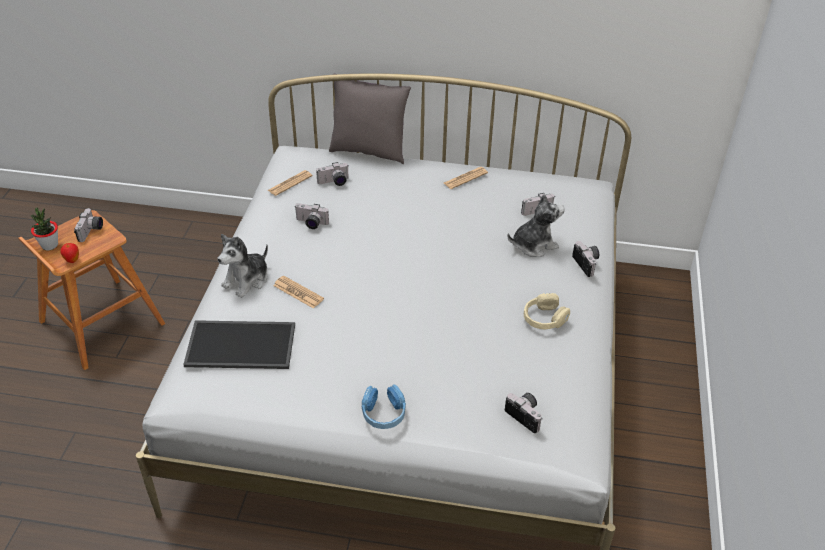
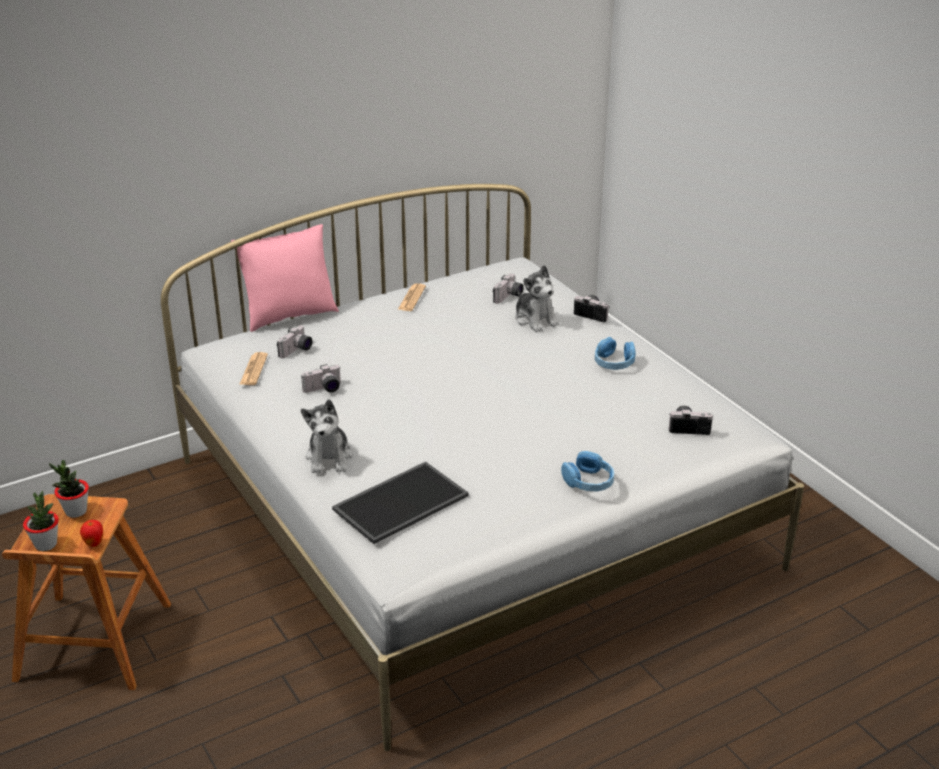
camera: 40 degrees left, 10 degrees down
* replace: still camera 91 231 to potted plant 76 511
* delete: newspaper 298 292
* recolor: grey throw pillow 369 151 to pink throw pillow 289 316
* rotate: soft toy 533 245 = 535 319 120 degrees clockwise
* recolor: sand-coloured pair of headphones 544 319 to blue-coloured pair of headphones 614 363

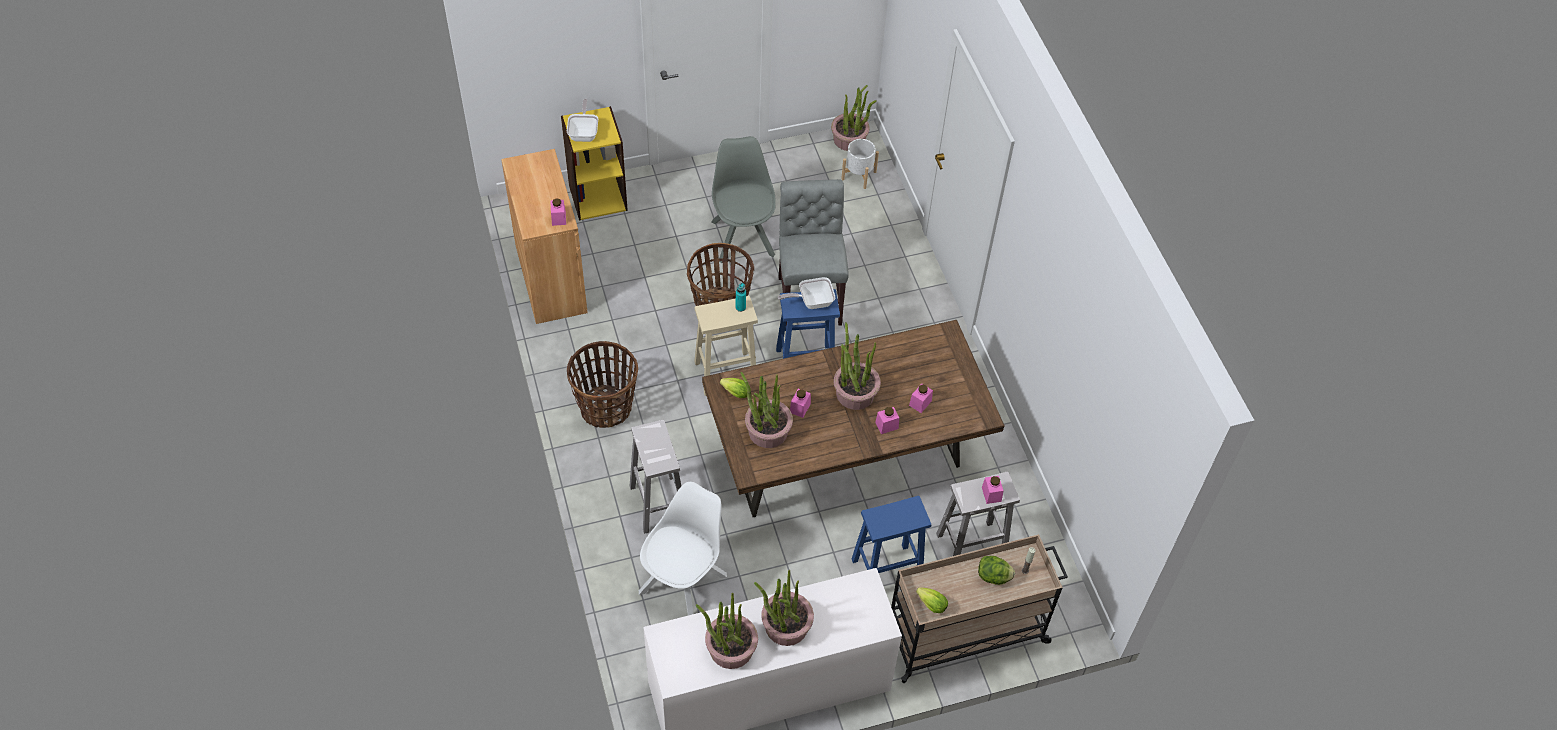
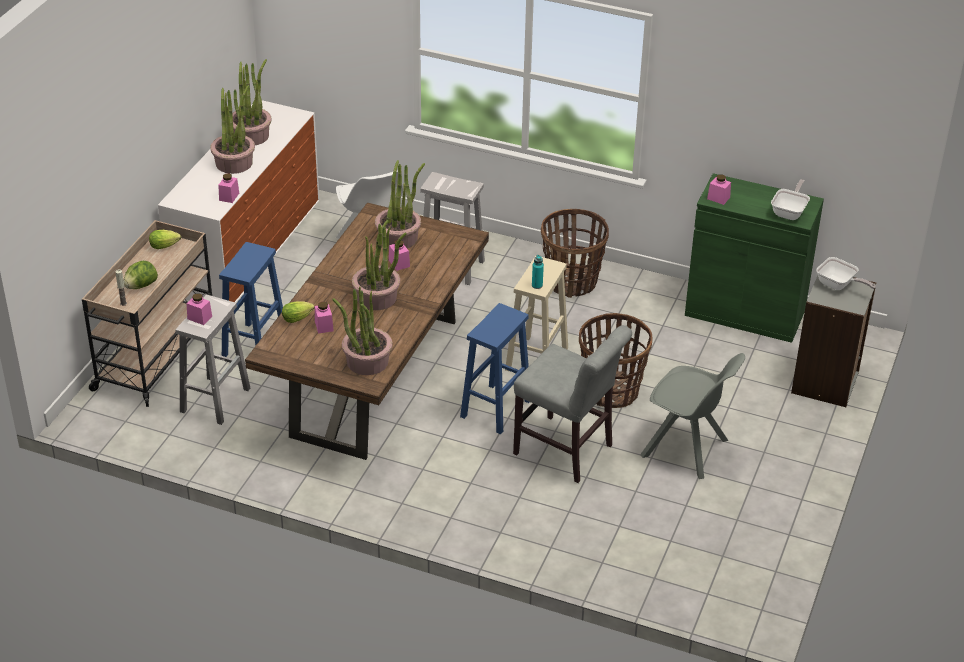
camera: 130 degrees right, 15 degrees down
* recolor: brown cupboard 551 279 to green-coloured cupboard 745 313
* recolor: yellowish bookshelf 598 197 to grey bookshelf 826 383
* move: lettuce head 734 392 to 299 318
* move: pan 812 301 to 790 212
* move: potted plant 849 139 to 367 361
* delete: white-coloured plant pot 858 175
* move: pink preserve jar 886 425 to 229 196

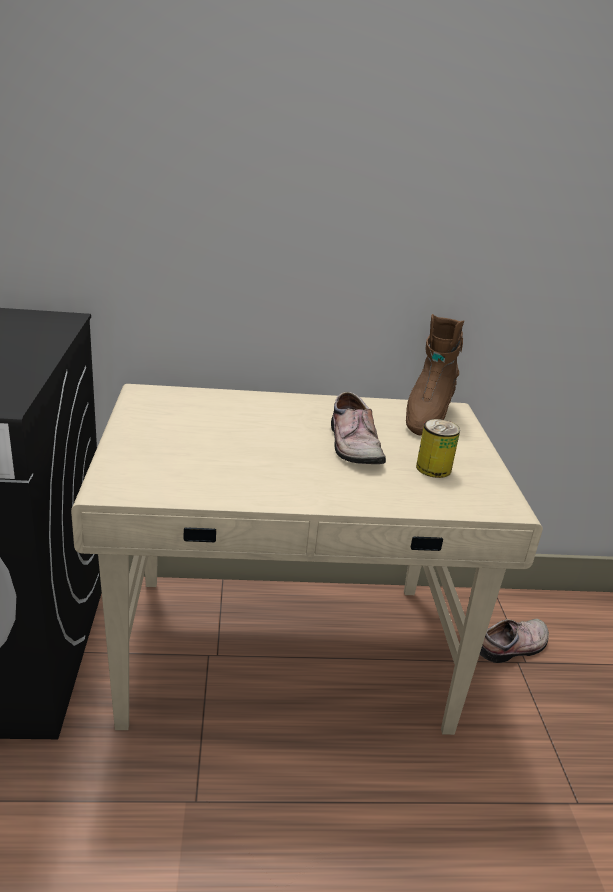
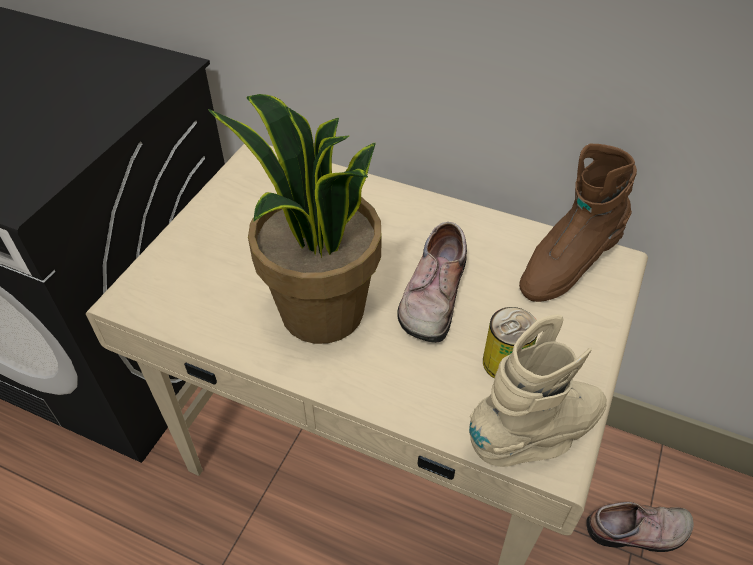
camera: 30 degrees right, 20 degrees up
* insert: potted plant 320 312
* insert: sand-coloured tall boot 536 435

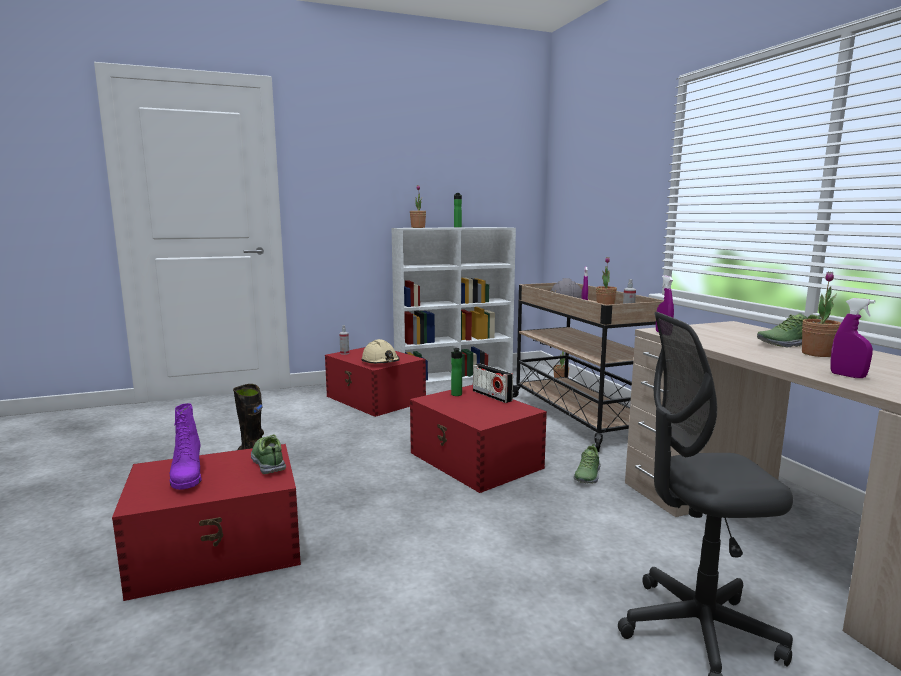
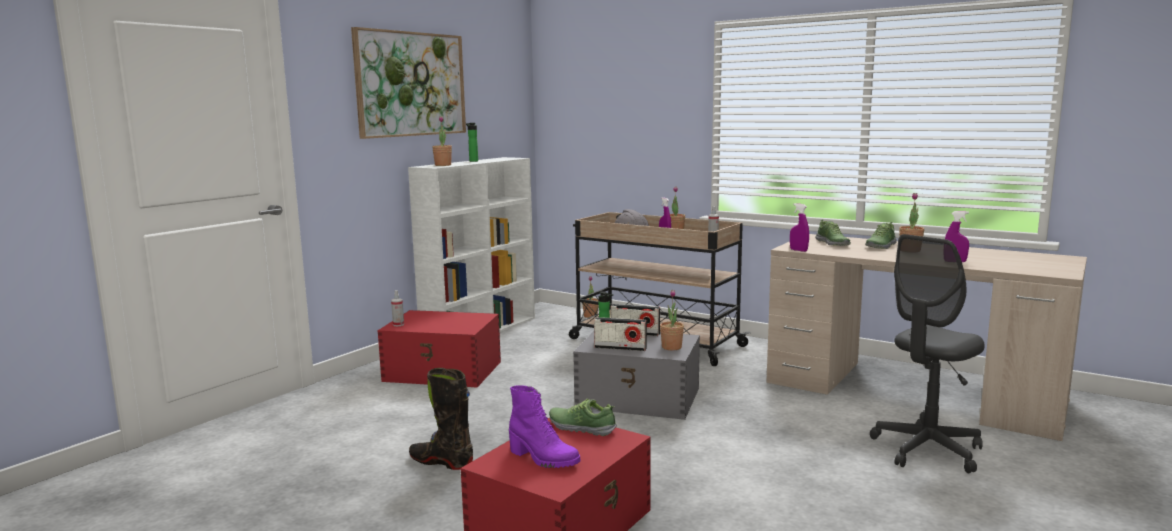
camera: 35 degrees left, 0 degrees up
* delete: sand-coloured hard hat 380 362
* recolor: reddish storage container 475 461 to grey storage container 639 398
* move: shoe 587 475 to 832 243
* insert: wall picture 411 84
* insert: radio set 620 348
* insert: potted plant 671 347

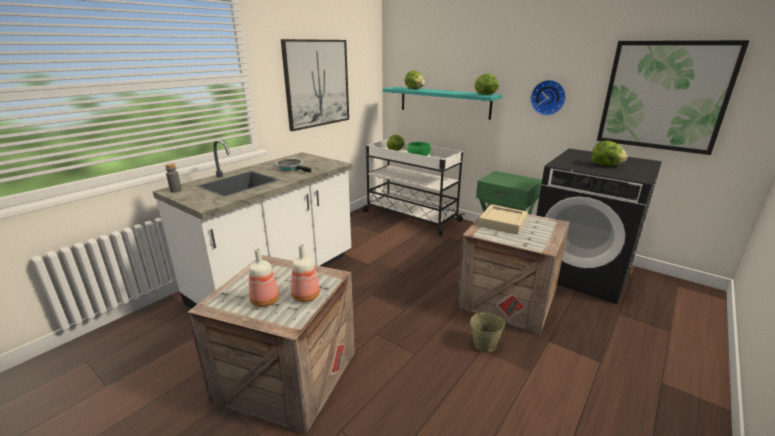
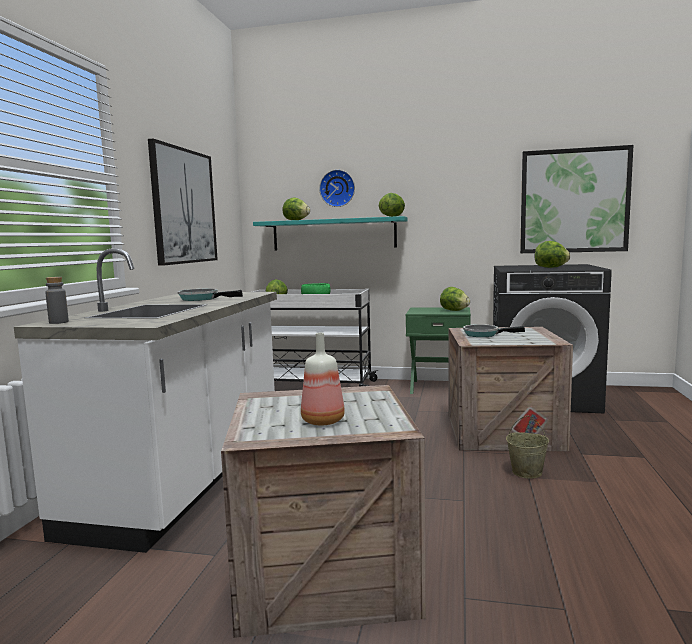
camera: 25 degrees left, 15 degrees down
* delete: drink bottle 305 297
* replace: sand-coloured tray 502 223 to pan 484 334
* move: wall clock 548 97 to 337 188
* insert: lettuce head 454 310

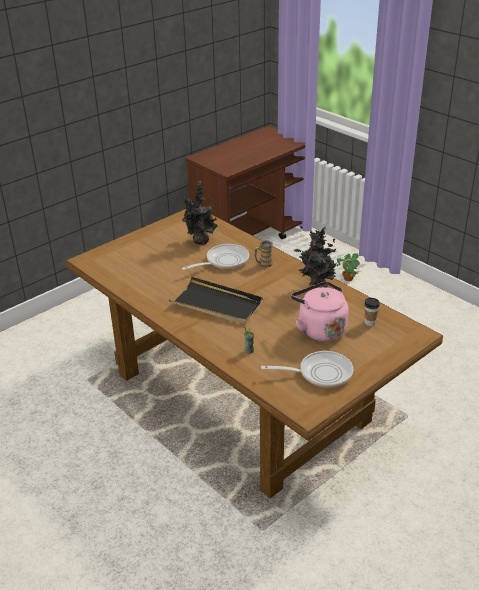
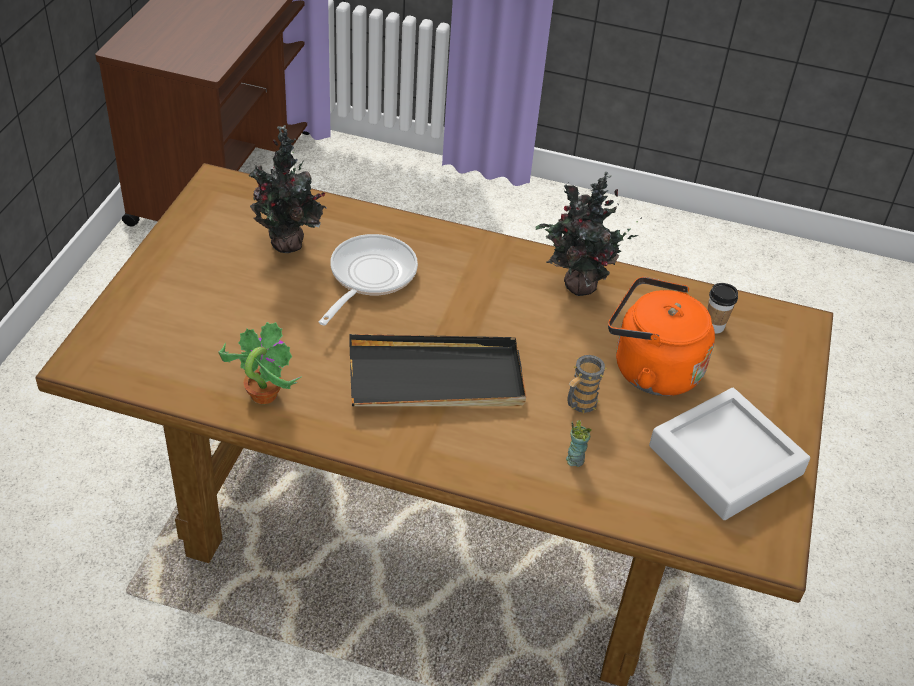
camera: 35 degrees left, 10 degrees up
* move: mug 263 264 to 579 405
* replace: pan 320 373 to grey tray 725 460
* recolor: pink kettle 319 329 to orangey kettle 650 369
* move: potted plant 348 278 to 262 394

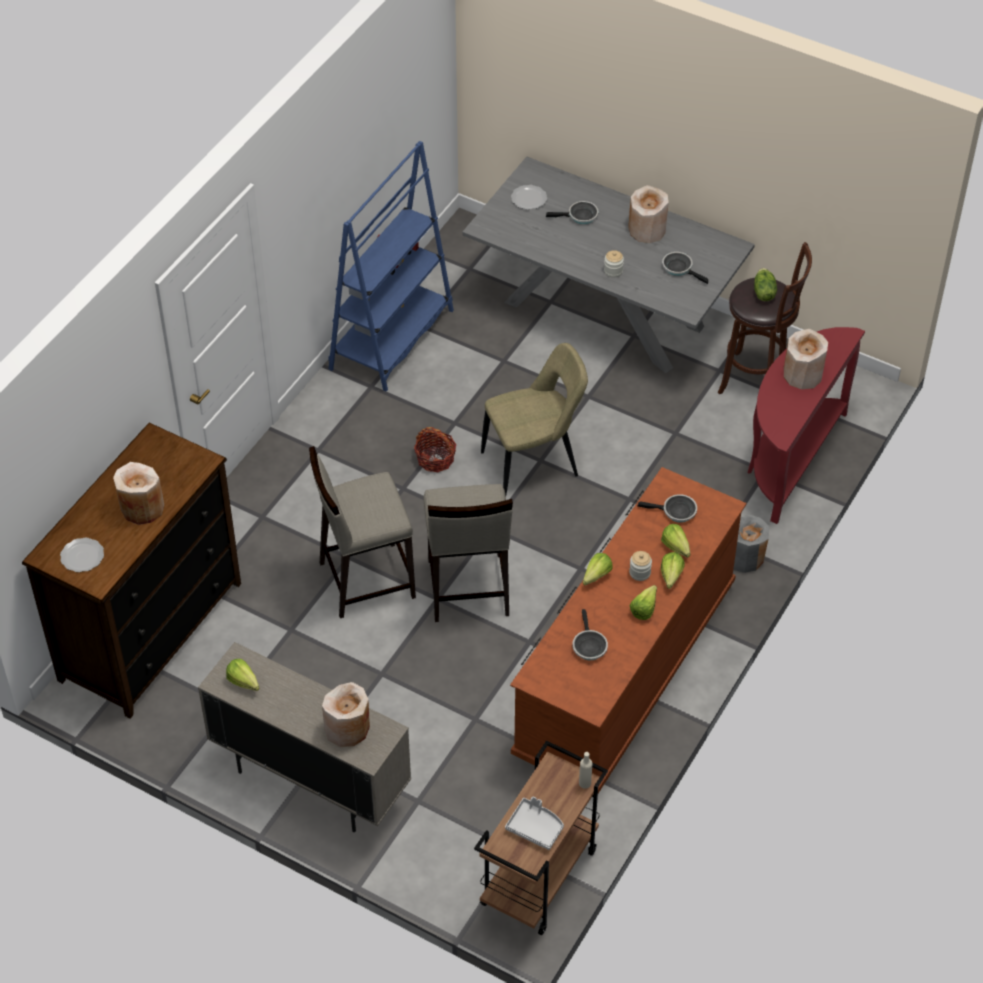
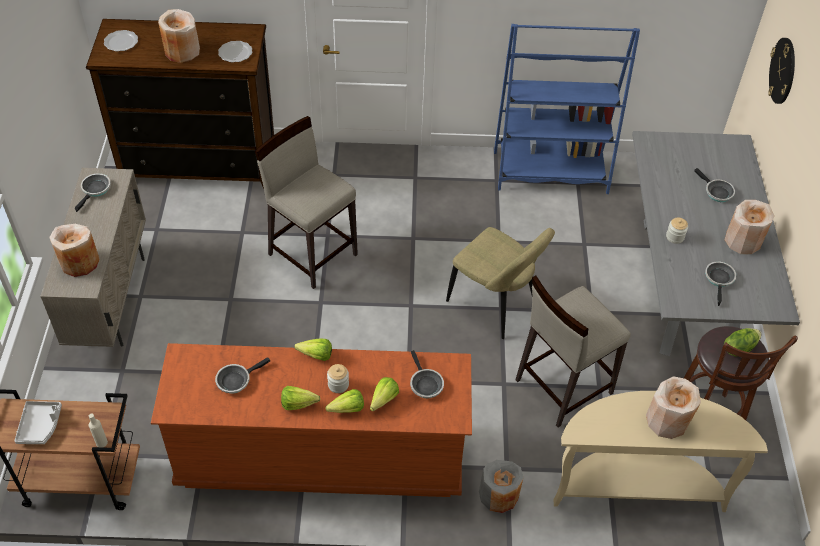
camera: 60 degrees right, 0 degrees up
* replace: lettuce head 245 684 to pan 95 190
* delete: basket 435 459
* move: sand-coloured stool 467 588 to 562 386
* move: flat dish 529 199 to 235 53
* recolor: reddish narrow table 790 458 to sand-coloured narrow table 637 486
* insert: wall clock 783 70

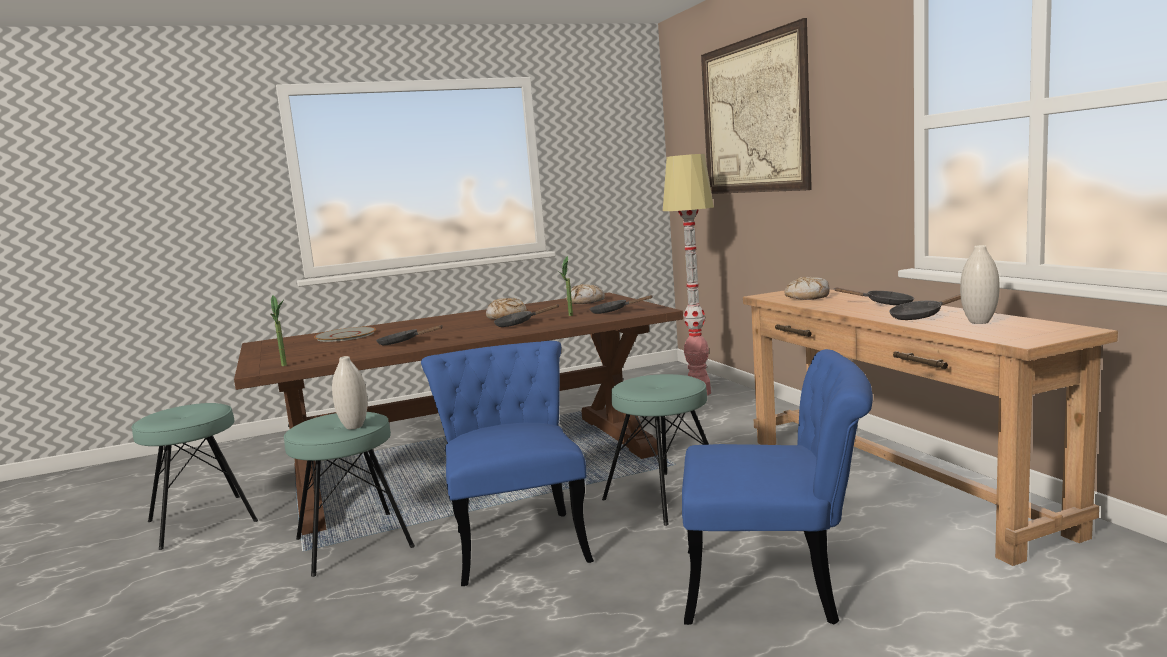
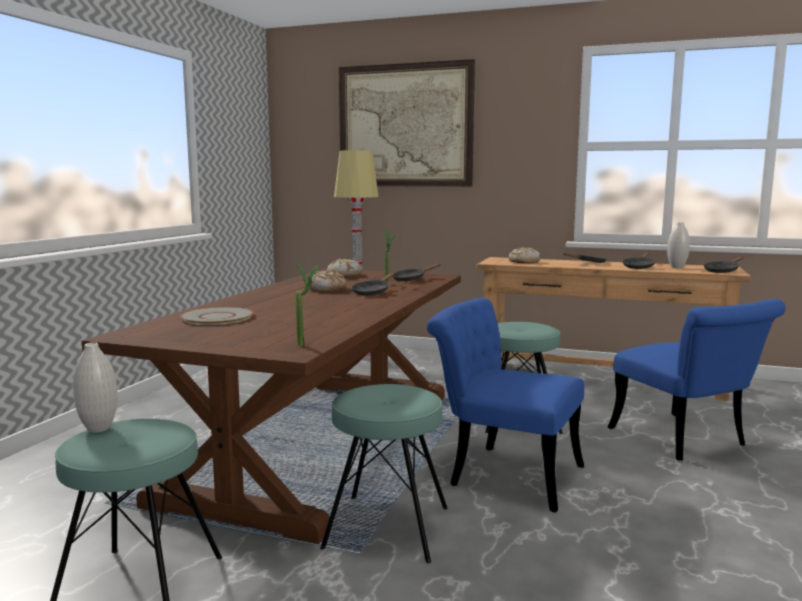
camera: 50 degrees left, 0 degrees up
* move: white-coloured vase 354 427 to 98 429
* move: blackish pan 402 343 to 722 271
* rotate: blue-coloured upright chair 778 586 = 687 441 105 degrees clockwise

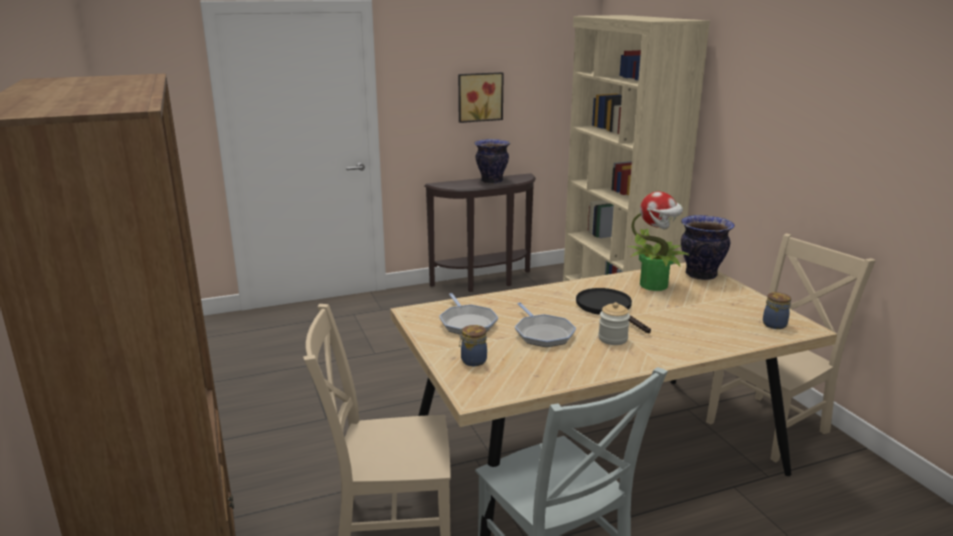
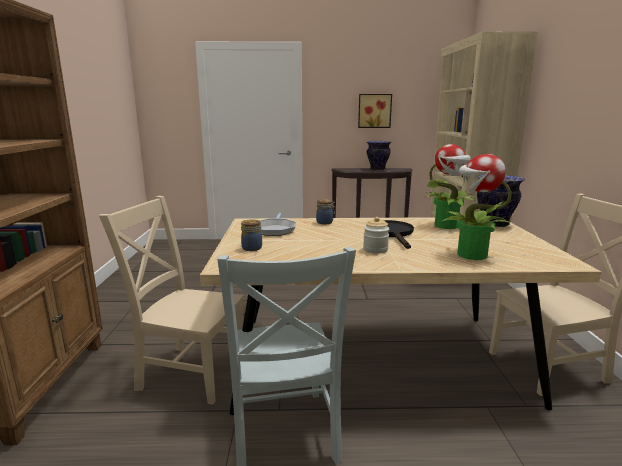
camera: 20 degrees right, 5 degrees down
* delete: pan 543 333
* move: preserve jar 775 324 to 325 222
* insert: potted plant 470 255

